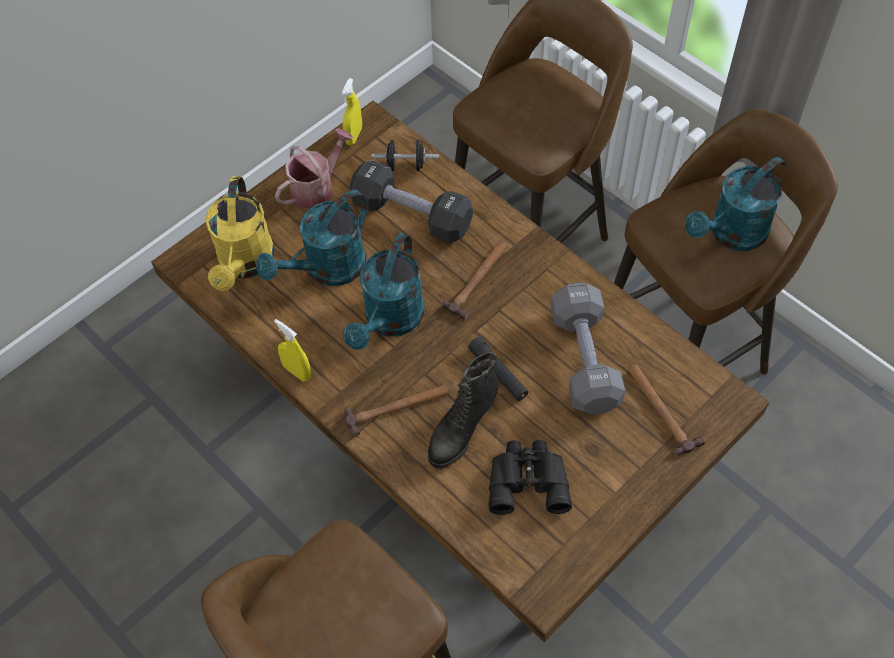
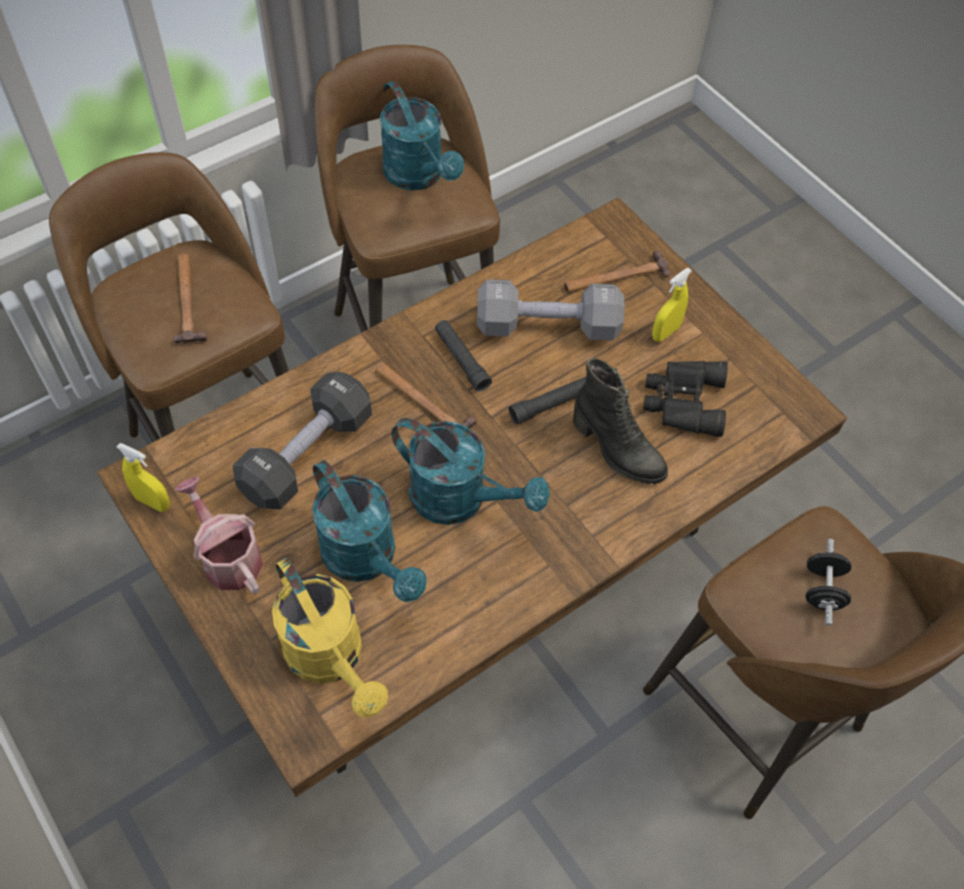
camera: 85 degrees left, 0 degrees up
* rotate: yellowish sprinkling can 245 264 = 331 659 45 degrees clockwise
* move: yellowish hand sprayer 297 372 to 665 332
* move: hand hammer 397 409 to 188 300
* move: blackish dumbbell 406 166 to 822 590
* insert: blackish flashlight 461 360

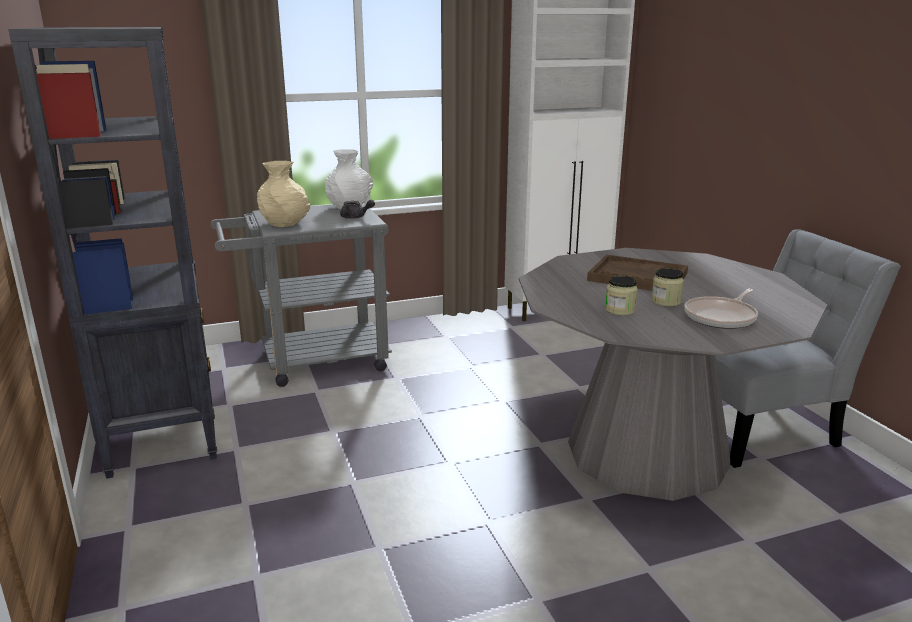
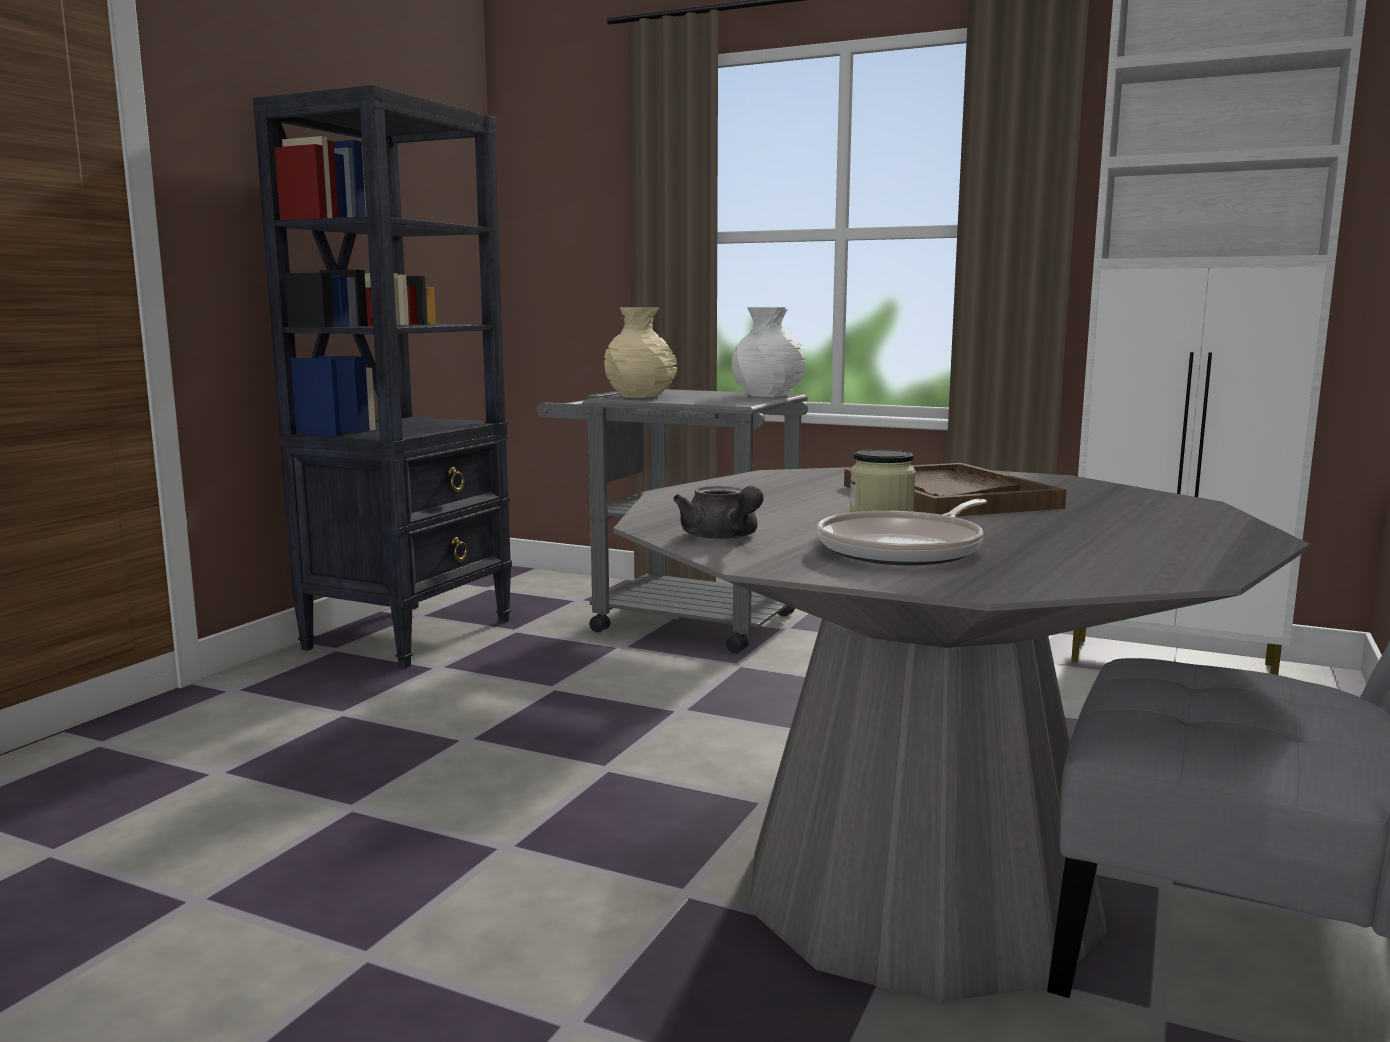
camera: 45 degrees right, 10 degrees down
* move: grey teapot 356 217 to 723 538
* delete: preserve jar 620 310
* rotate: pan 722 317 = 905 549 45 degrees counterclockwise

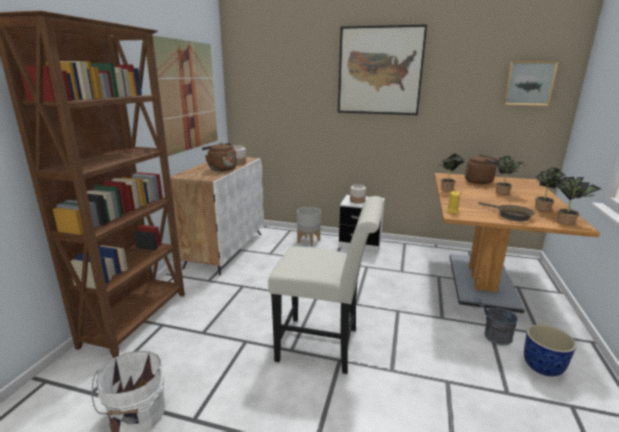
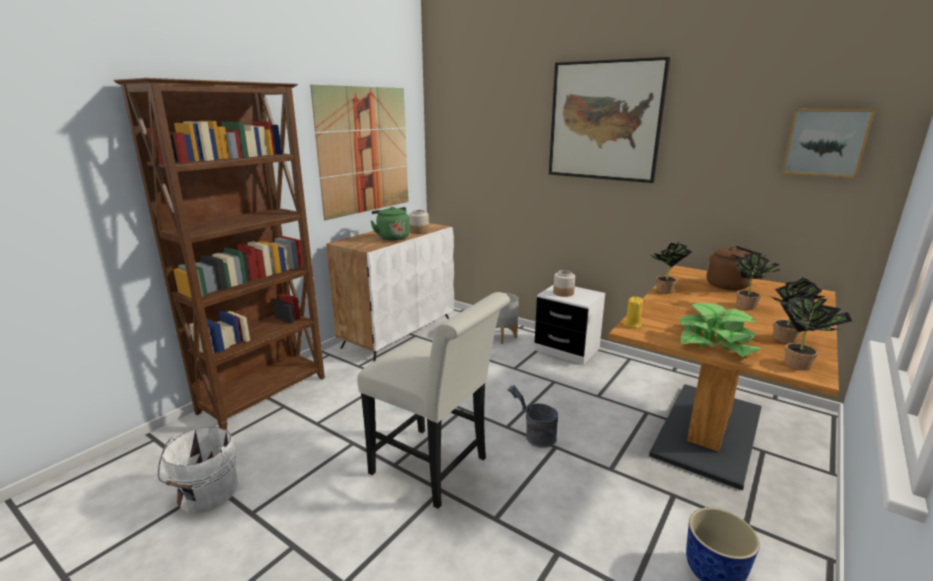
camera: 20 degrees right, 0 degrees up
* recolor: brown kettle 221 169 to green-coloured kettle 392 237
* move: grey bucket 492 337 to 535 437
* replace: brown pan 510 216 to potted plant 715 343

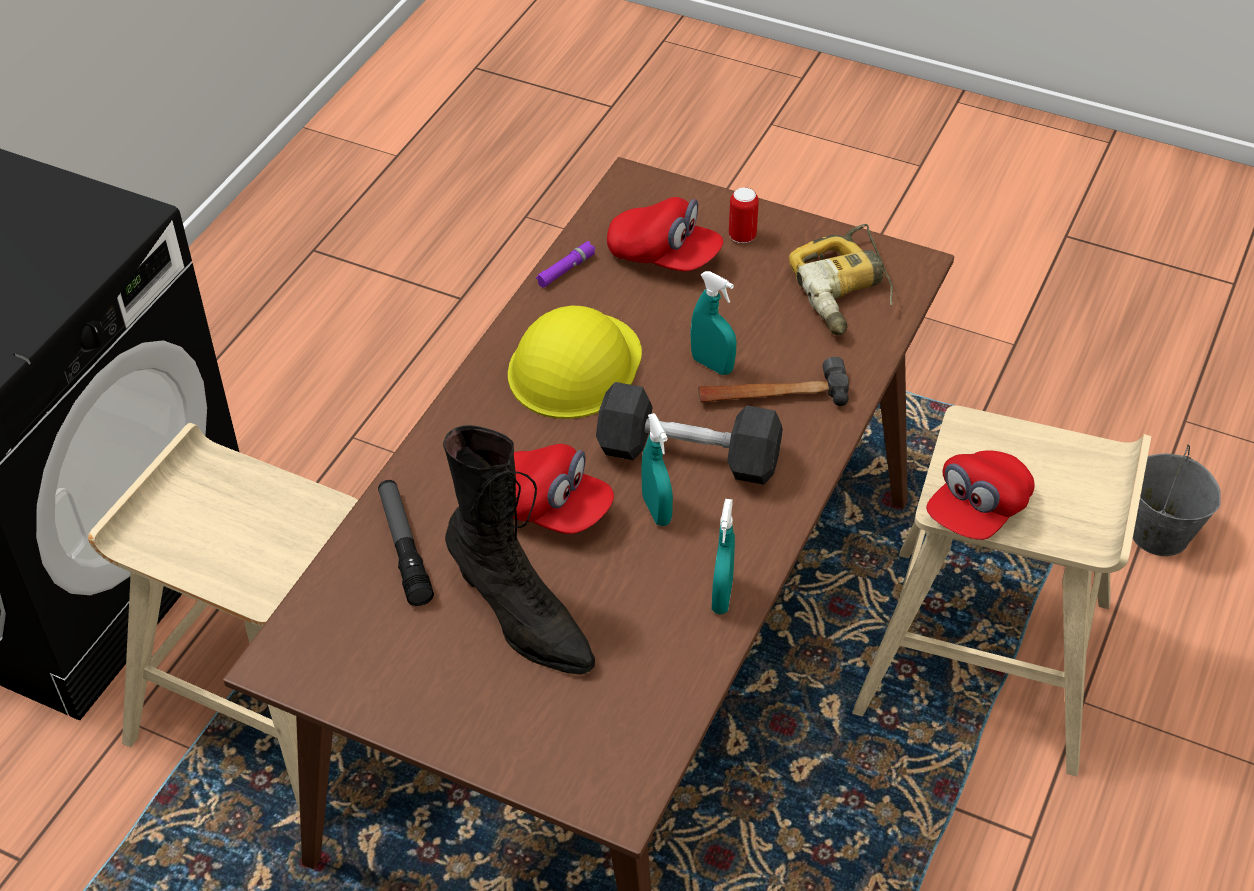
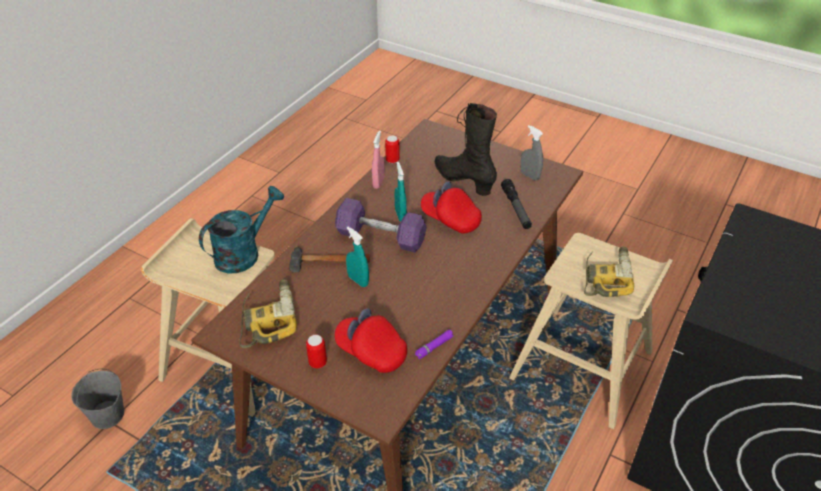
camera: 175 degrees left, 5 degrees down
* delete: yellowish hard hat 574 366
* recolor: grey dumbbell 688 455 to purplish dumbbell 381 237
* recolor: turquoise hand sprayer 722 596 to pink hand sprayer 378 183
* replace: reddish baseball cap 977 511 to turquoise sprinkling can 244 253
* insert: can 392 160
* insert: grey hand sprayer 529 176
* insert: drill 606 277

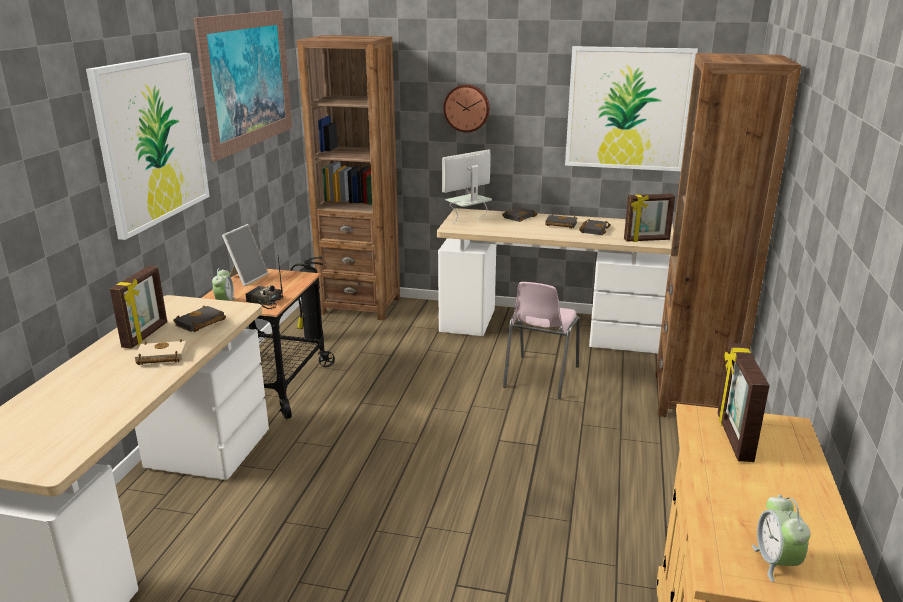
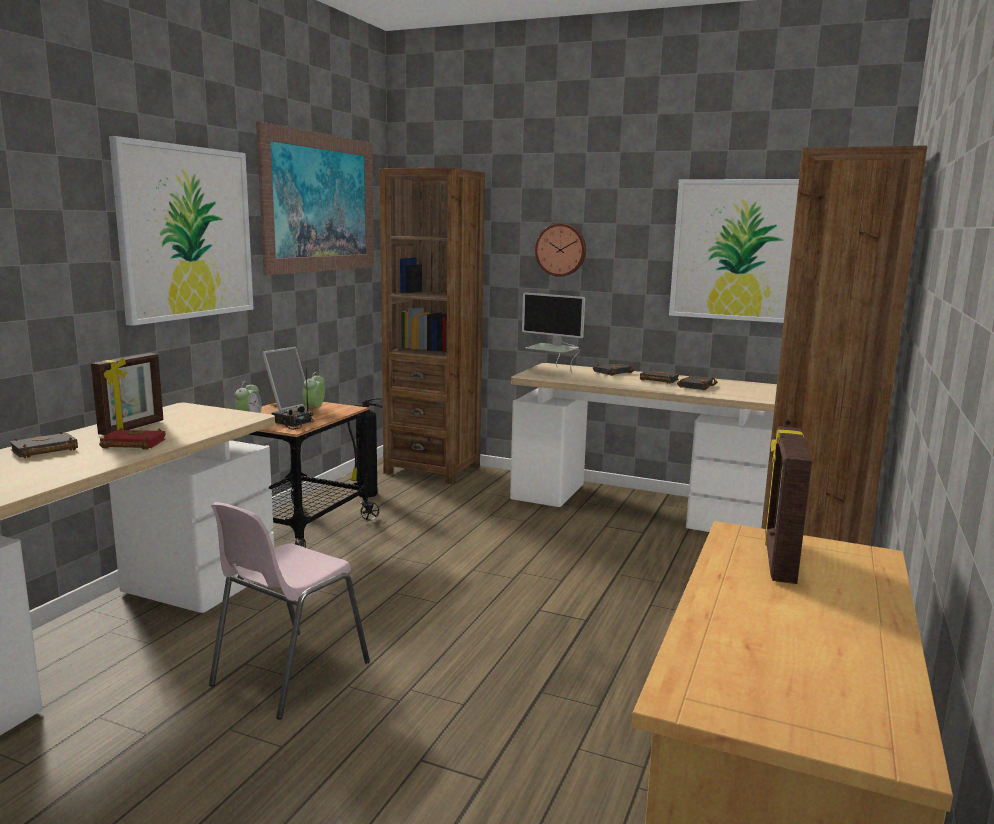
camera: 10 degrees right, 10 degrees down
* recolor: sand-coloured book 160 357 to reddish book 131 445
* move: blackish book 200 323 to 43 451
* rotate: monitor 468 220 = 552 371 120 degrees counterclockwise
* move: pink upright chair 539 377 to 288 673
* delete: photo frame 647 240
* move: alarm clock 775 562 to 314 410

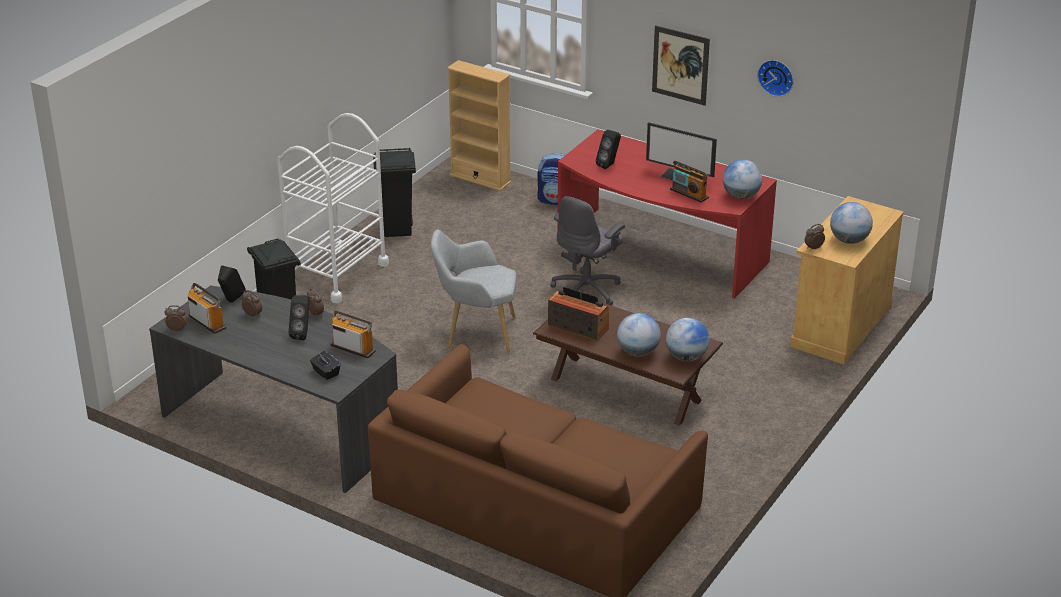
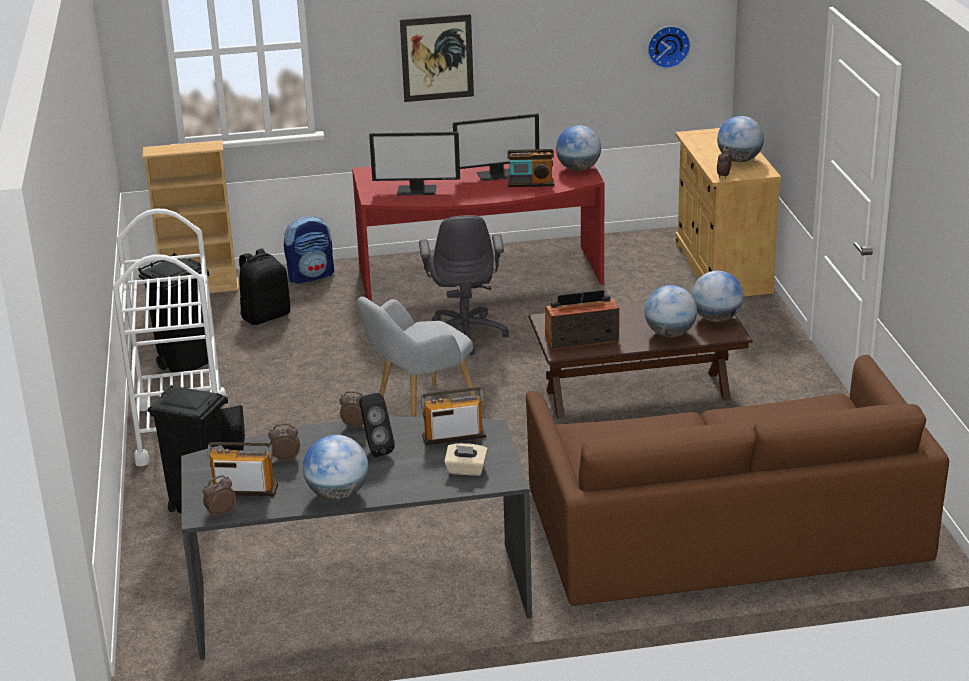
camera: 40 degrees left, 5 degrees down
* recolor: blackish box of tissues 325 372 to sand-coloured box of tissues 466 470
* replace: blackish speaker 609 165 to monitor 417 190
* move: wall clock 776 77 to 668 46
* insert: blackish backpack 266 316
* insert: globe 338 494

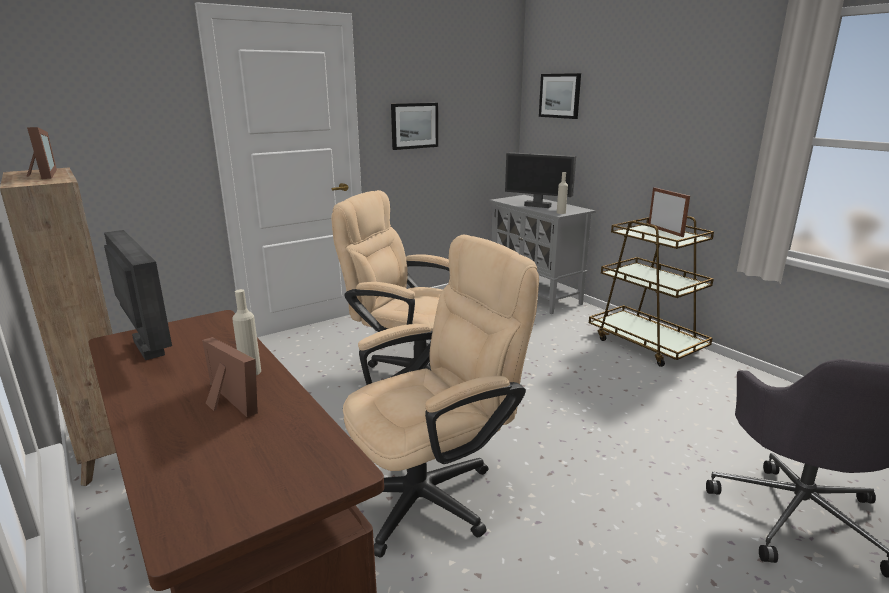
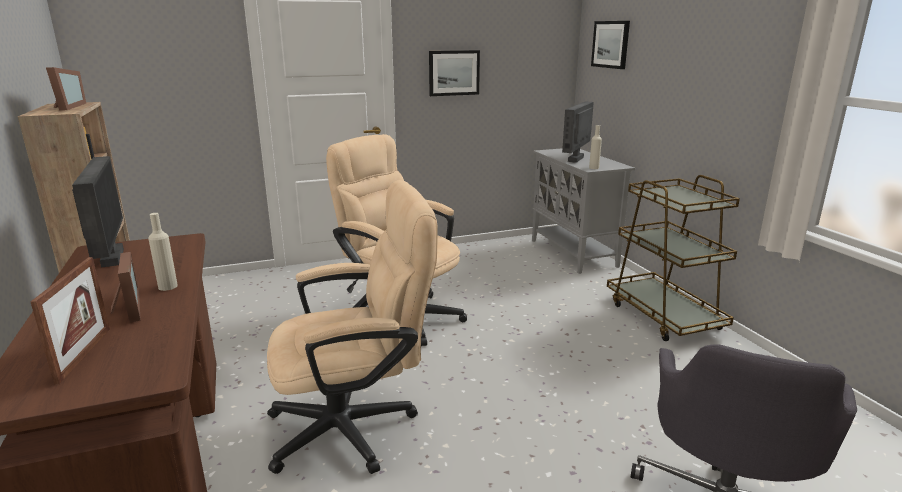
camera: 15 degrees right, 0 degrees up
* rotate: monitor 538 206 = 576 159 75 degrees clockwise
* move: photo frame 665 231 to 84 354

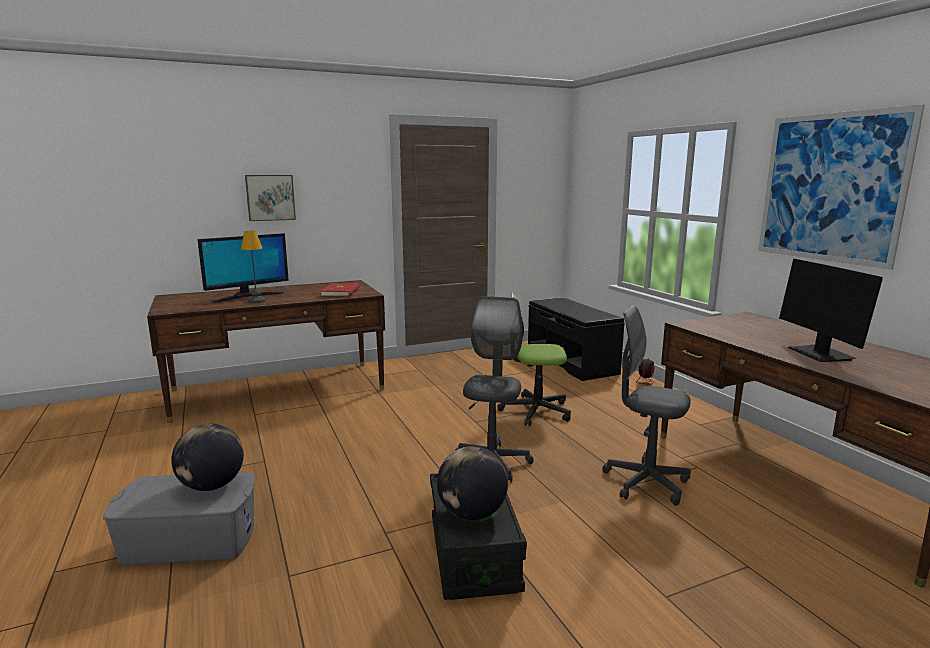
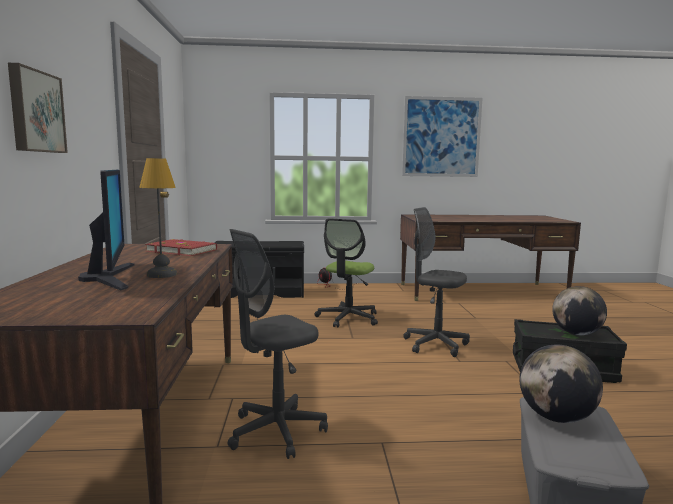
camera: 70 degrees left, 5 degrees down
* move: grey computer chair 646 483 to 276 432
* delete: monitor 820 354

